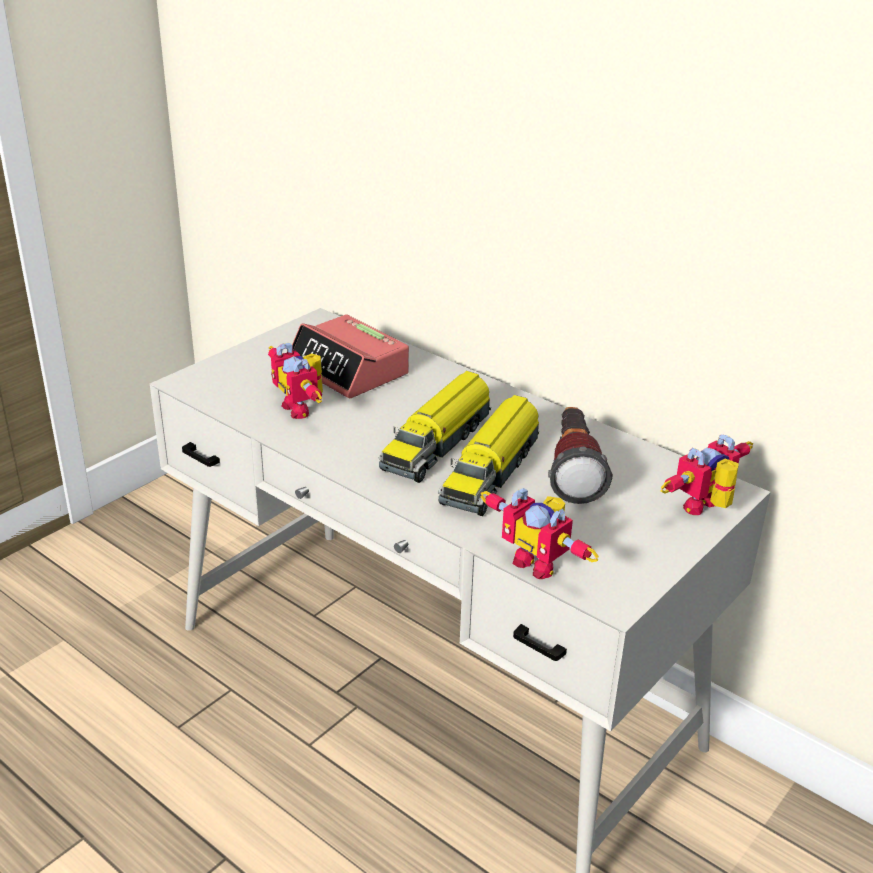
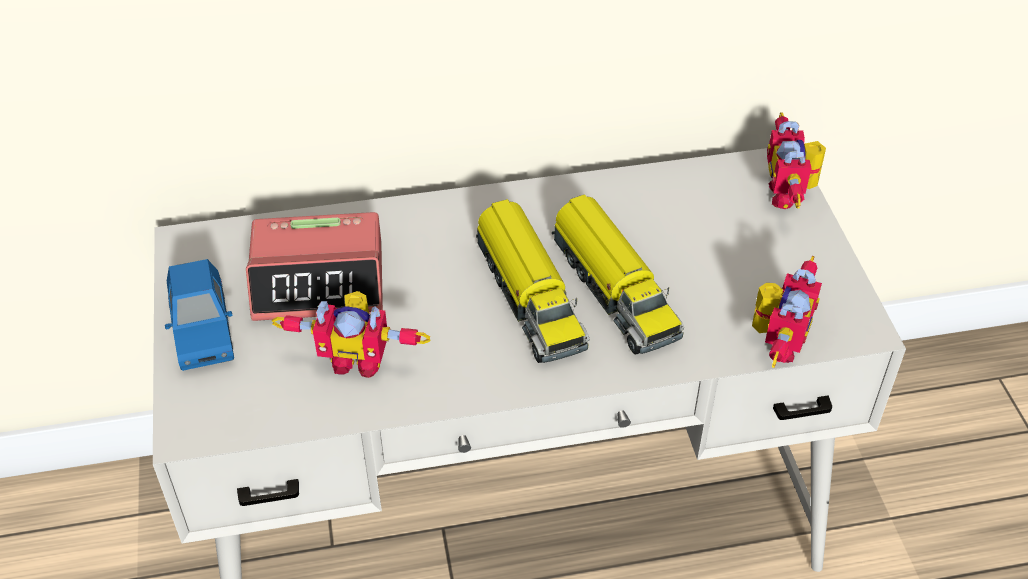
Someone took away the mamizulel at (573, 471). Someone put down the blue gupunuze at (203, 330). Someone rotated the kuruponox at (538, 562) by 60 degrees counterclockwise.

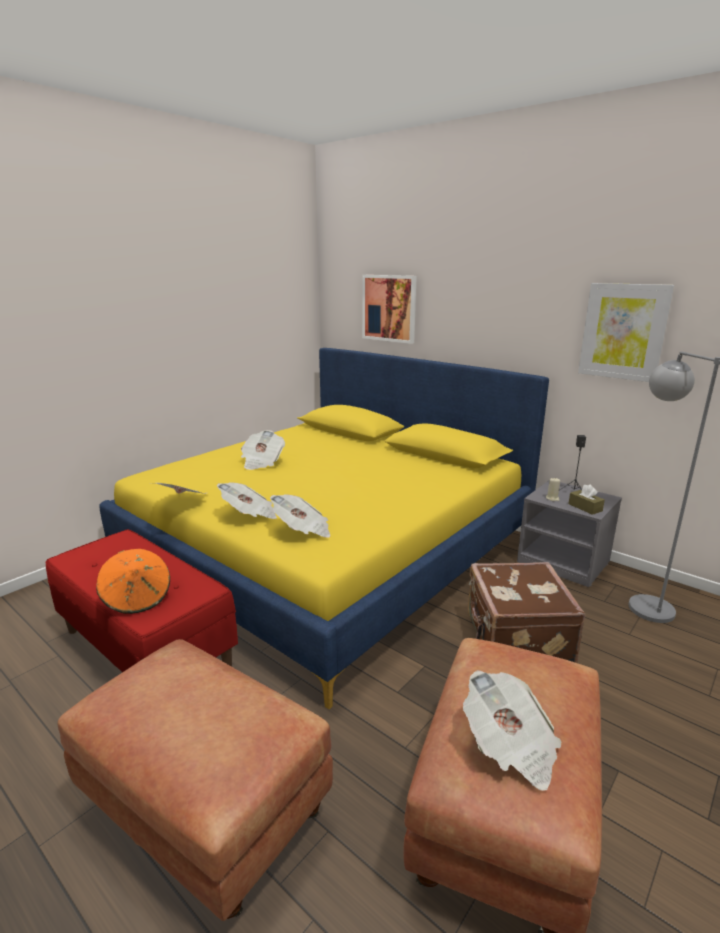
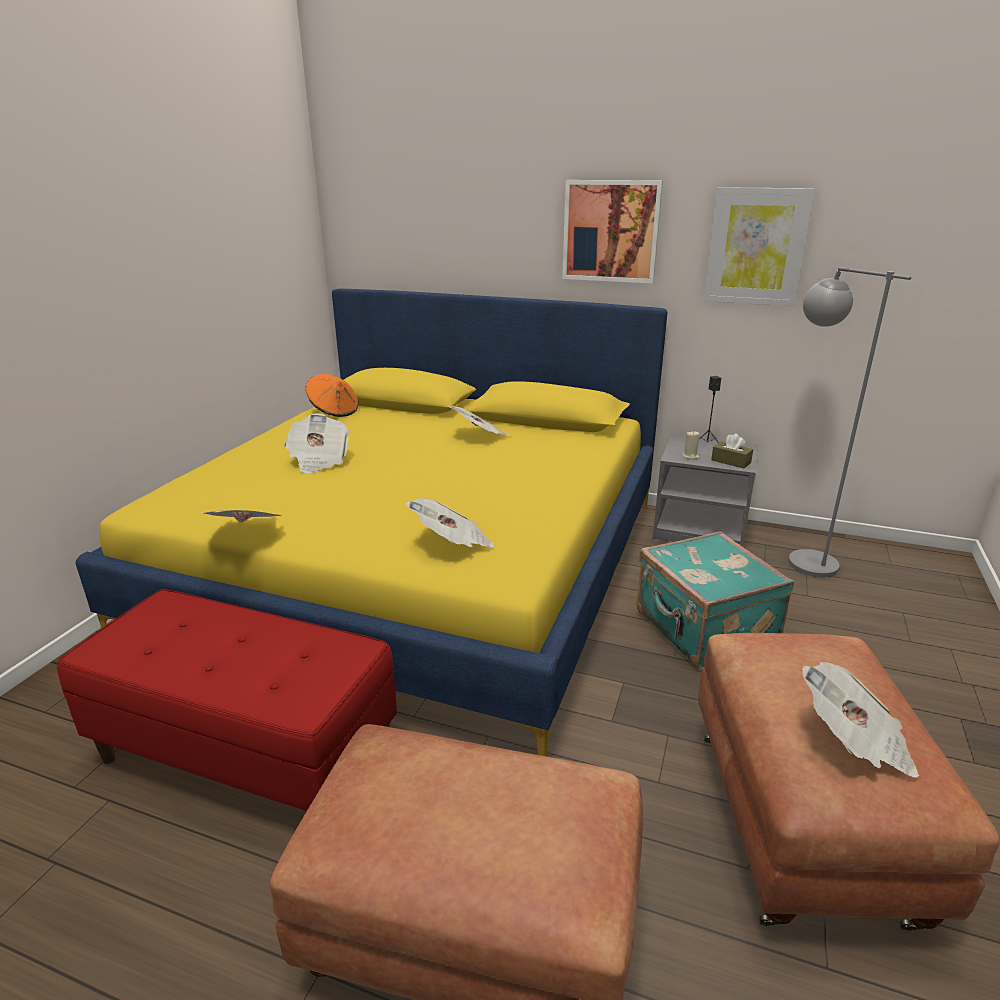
Someone carried the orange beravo from (137, 598) to (334, 411). Someone carried the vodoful from (249, 514) to (480, 436). Someone carried the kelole from (389, 308) to (611, 231). Someone repainted the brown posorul at (515, 642), which became the turquoise posorul at (703, 630).

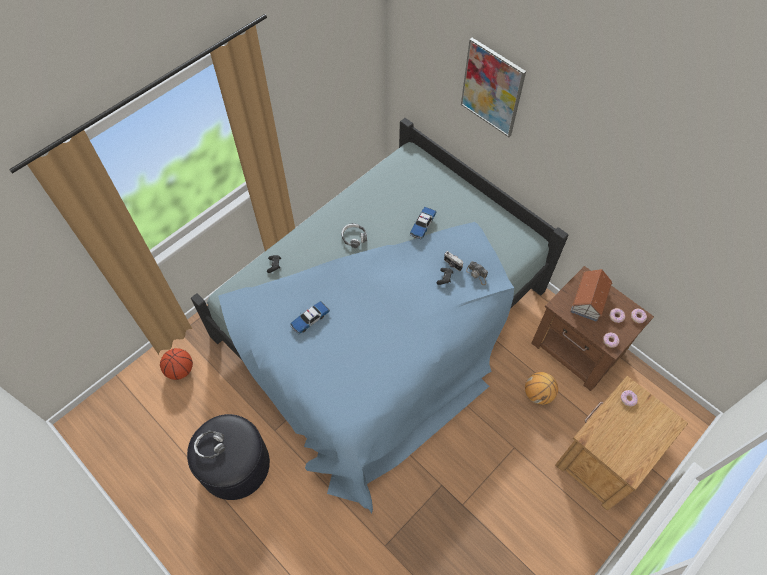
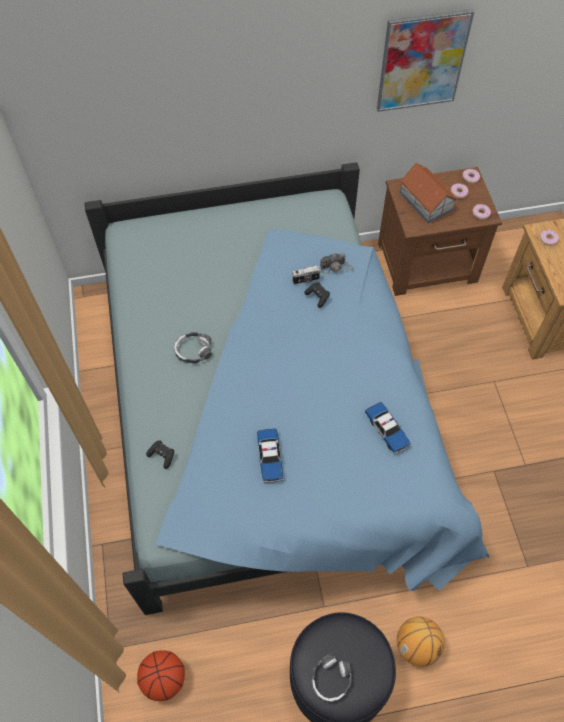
Someone carried the gupunuze from (422, 225) to (387, 430). Someone carried the kelole from (492, 88) to (422, 61). Someone carried the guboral from (538, 394) to (417, 645).

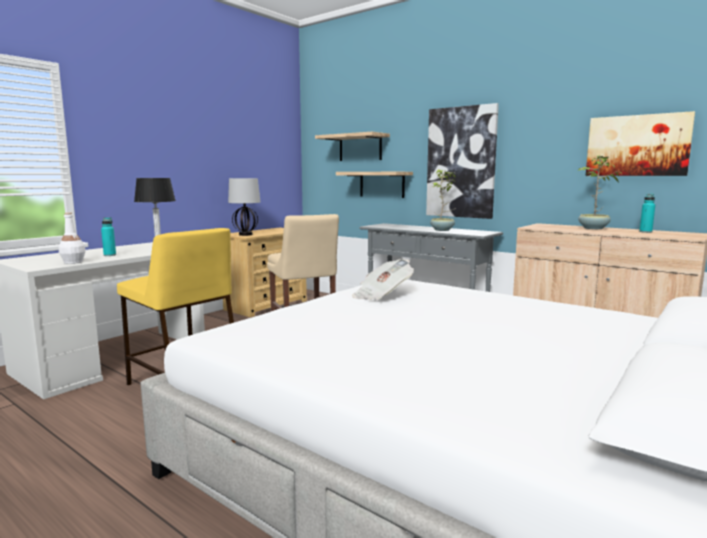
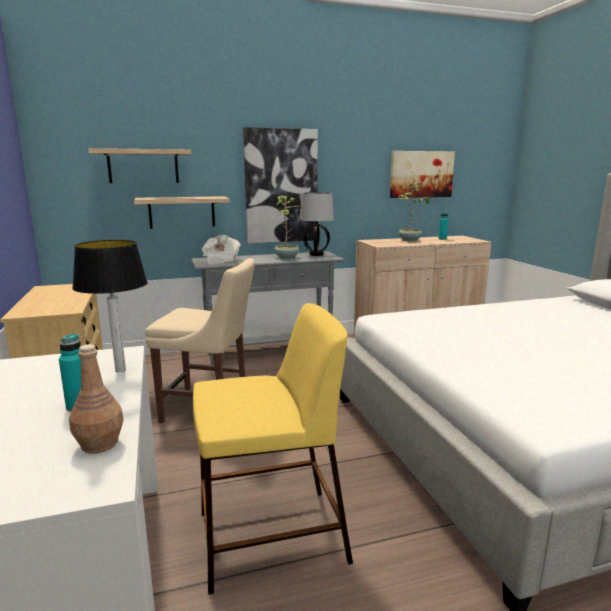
Someone carried the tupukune from (245, 234) to (317, 254). Someone carried the vodoful from (381, 295) to (220, 260). Someone repainted the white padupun at (73, 262), which became the brown padupun at (100, 444).

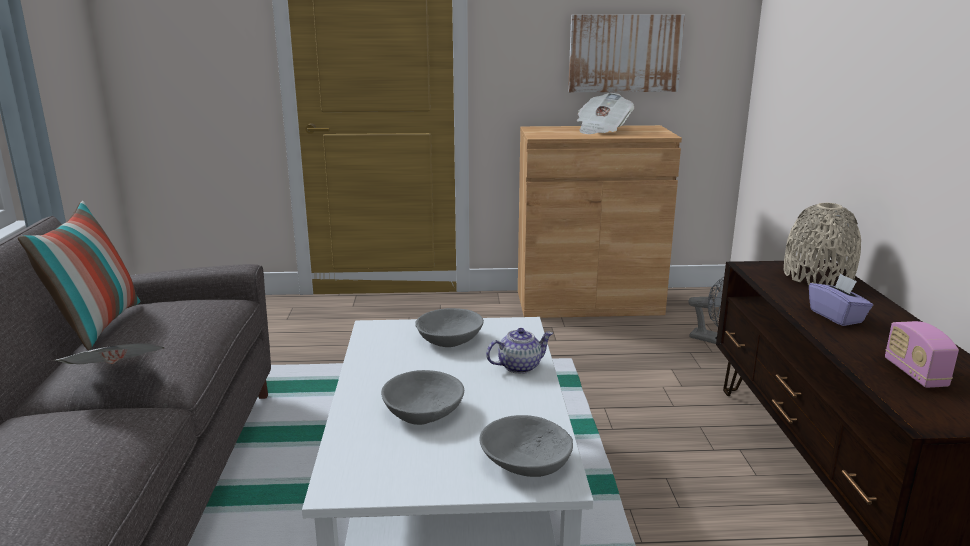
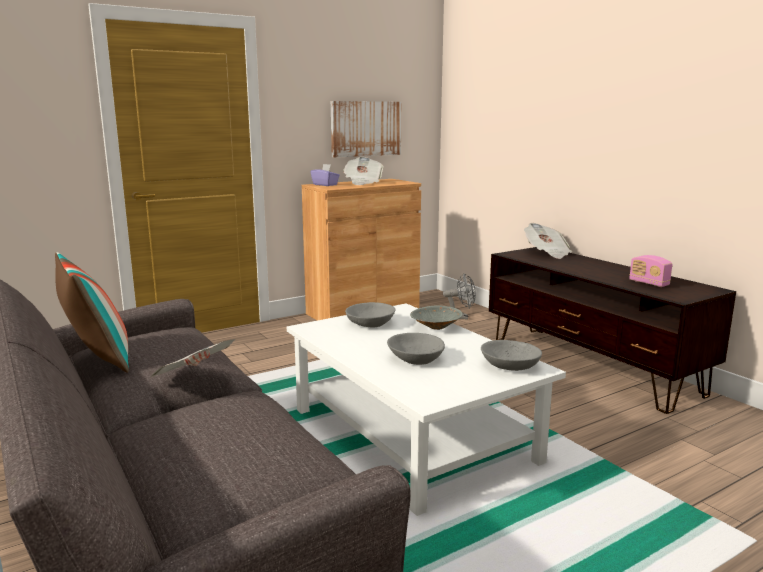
Someone carried the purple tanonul from (836, 316) to (325, 185). Someone swapped the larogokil at (519, 366) for the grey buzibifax at (435, 327). Someone swapped the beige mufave at (818, 276) for the vodoful at (547, 253).

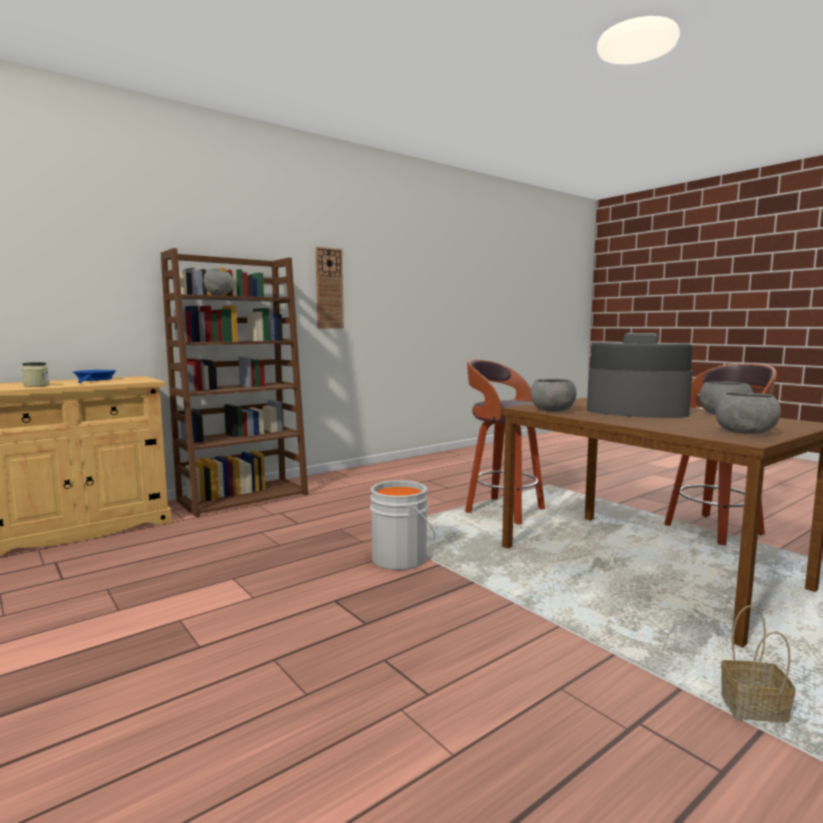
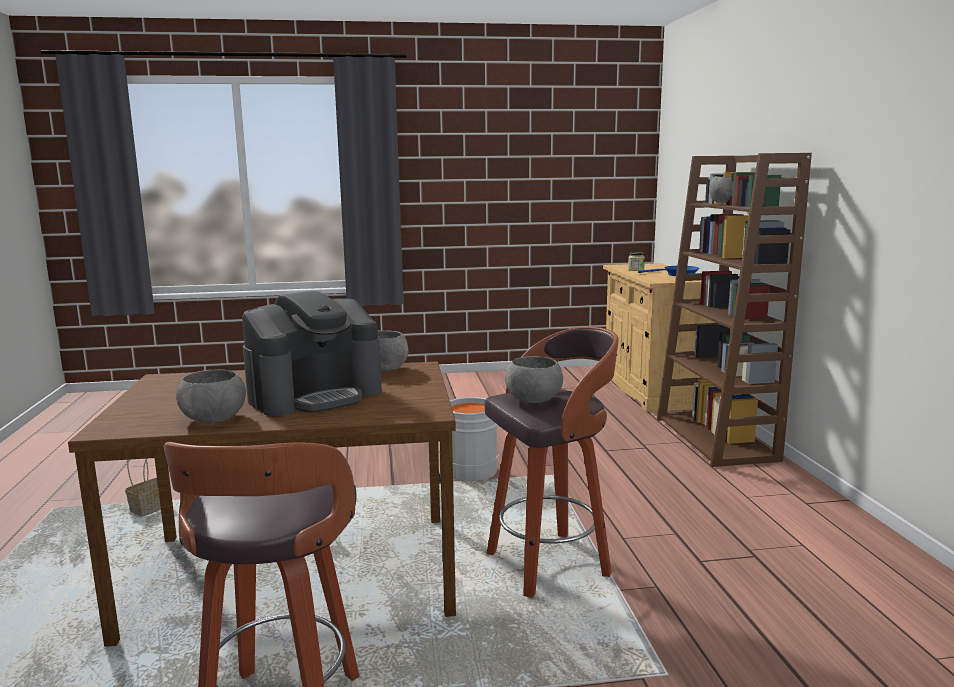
Someone took away the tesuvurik at (329, 288). Someone carried the grey buzibifax from (745, 433) to (533, 399).

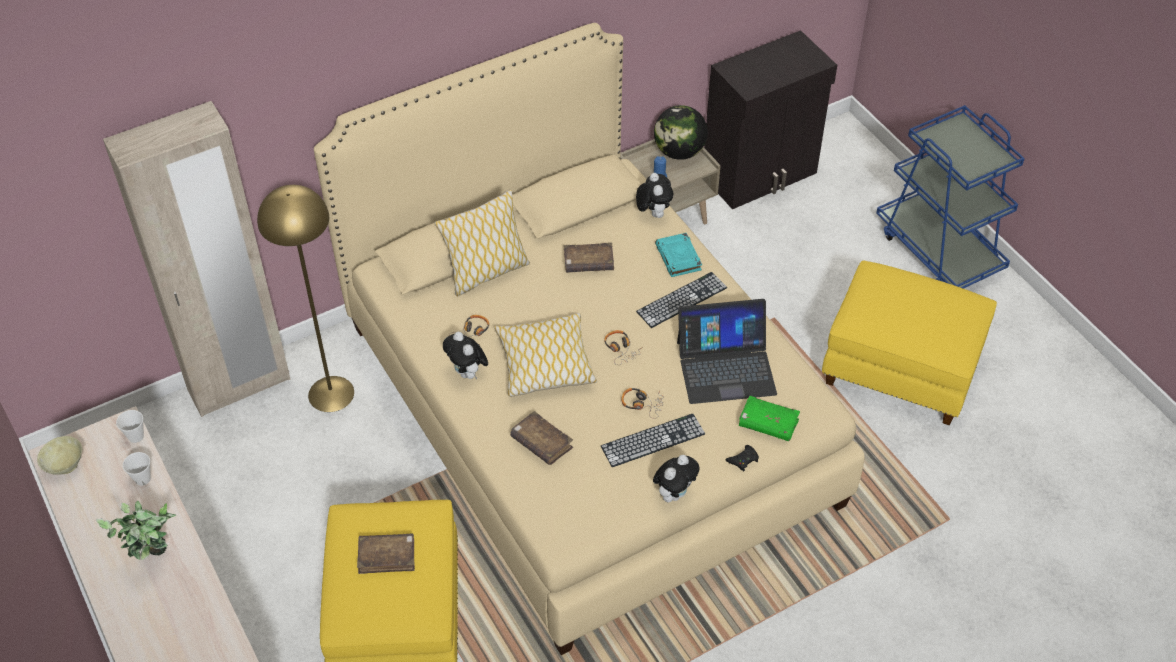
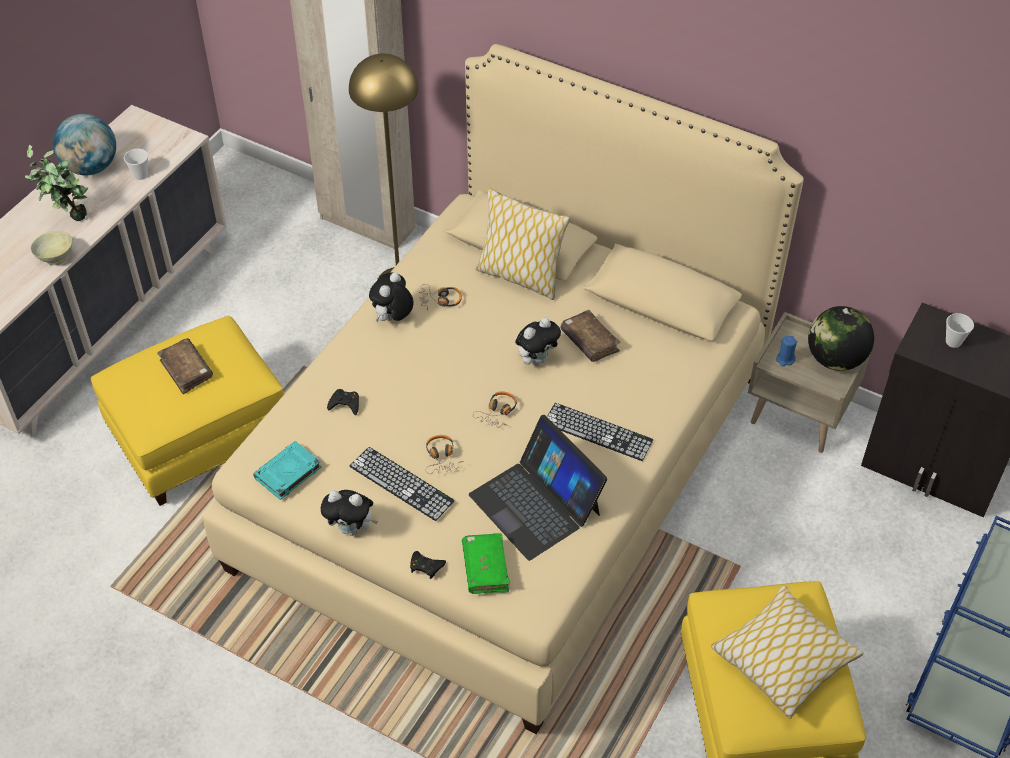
Someone put down the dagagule at (91, 167). Someone carried the beige buzibifax from (64, 465) to (56, 257). Someone carried the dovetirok from (136, 436) to (953, 342). Someone carried the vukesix from (545, 363) to (783, 658). Someone carried the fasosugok from (653, 213) to (537, 359). Someone carried the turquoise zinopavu from (678, 258) to (287, 473). Someone swapped the brown zinopavu at (541, 443) for the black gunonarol at (345, 404).

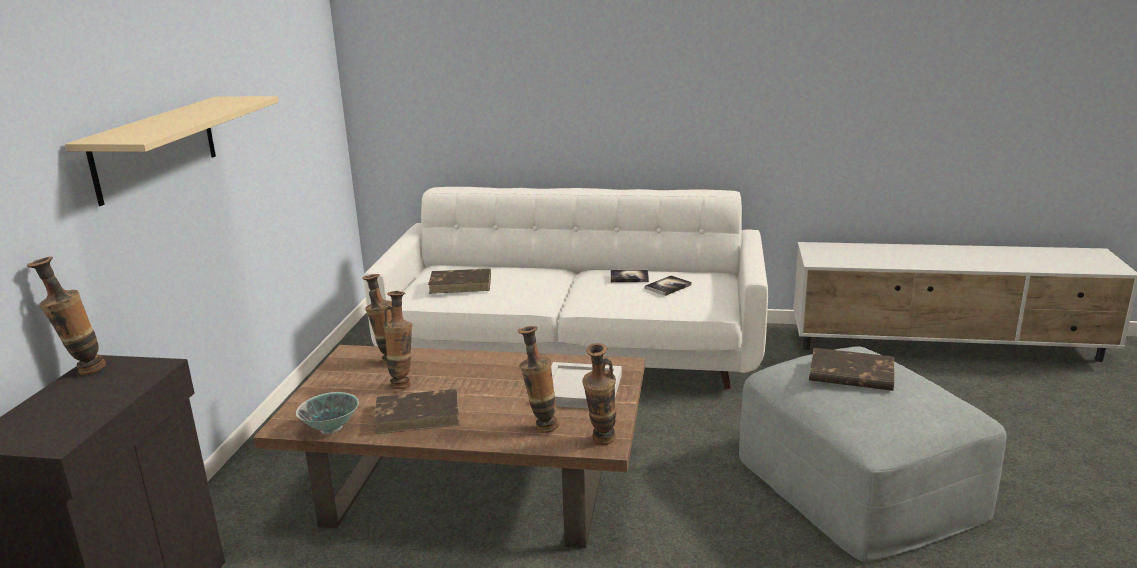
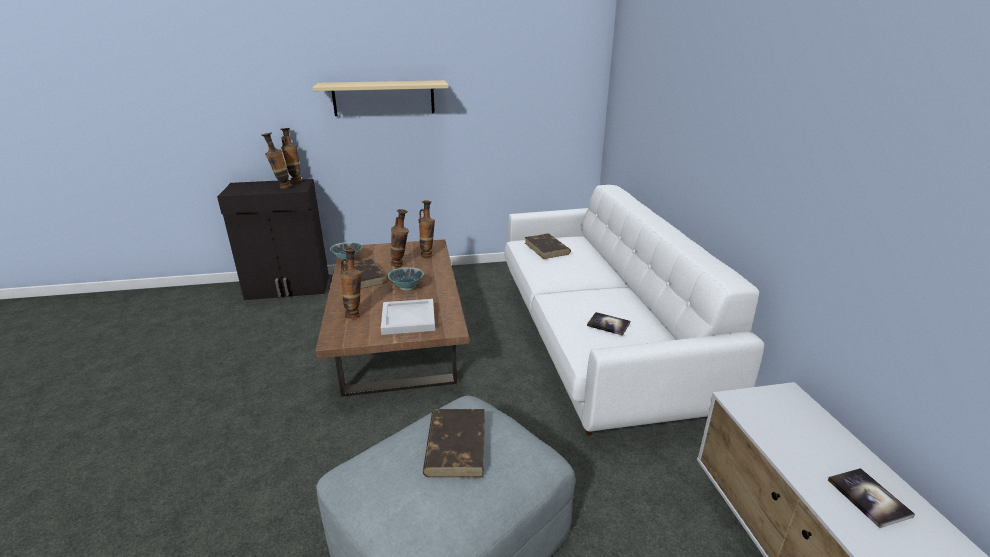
Someone put down the buzibifax at (406, 288). Someone carried the mufave from (601, 443) to (281, 187). Someone carried the zinopavu from (629, 277) to (868, 498).

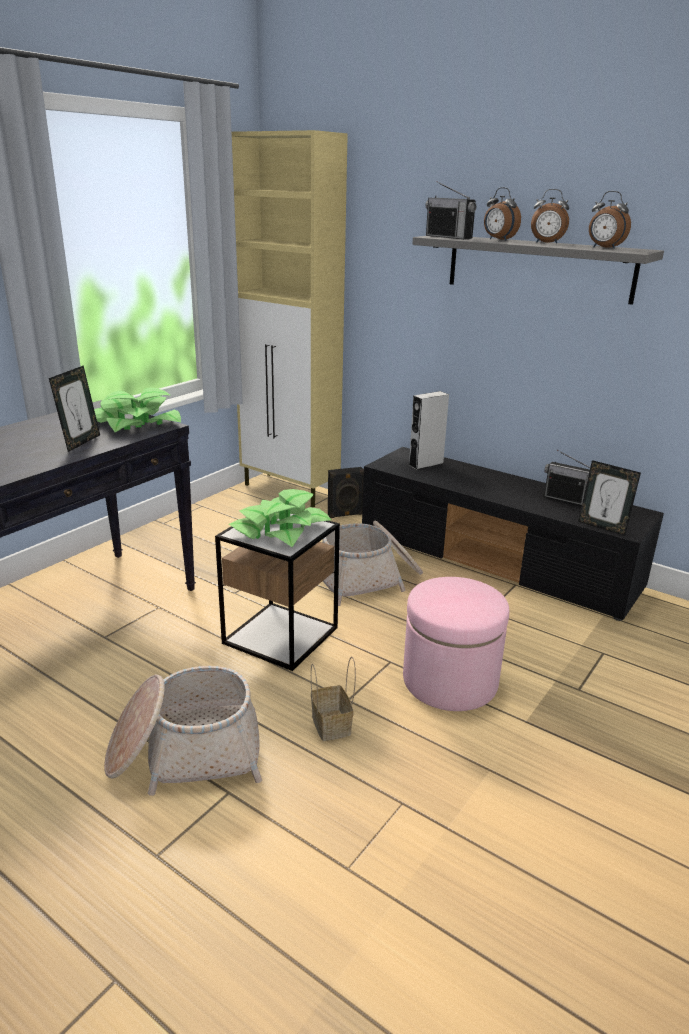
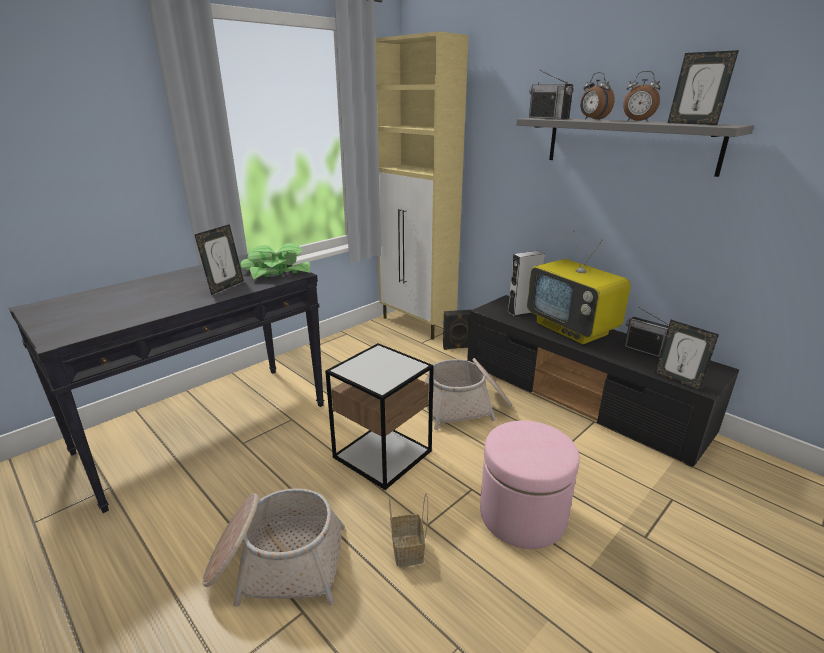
Someone took away the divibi at (280, 531). Someone put down the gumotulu at (572, 329). Someone swapped the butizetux at (604, 248) for the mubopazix at (693, 123).

